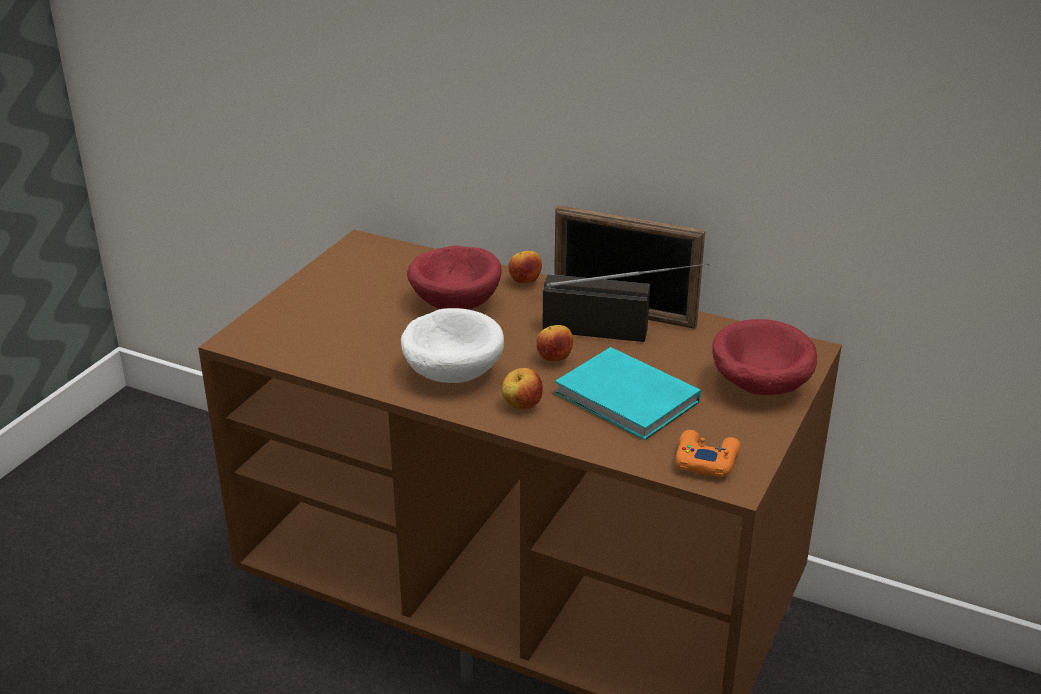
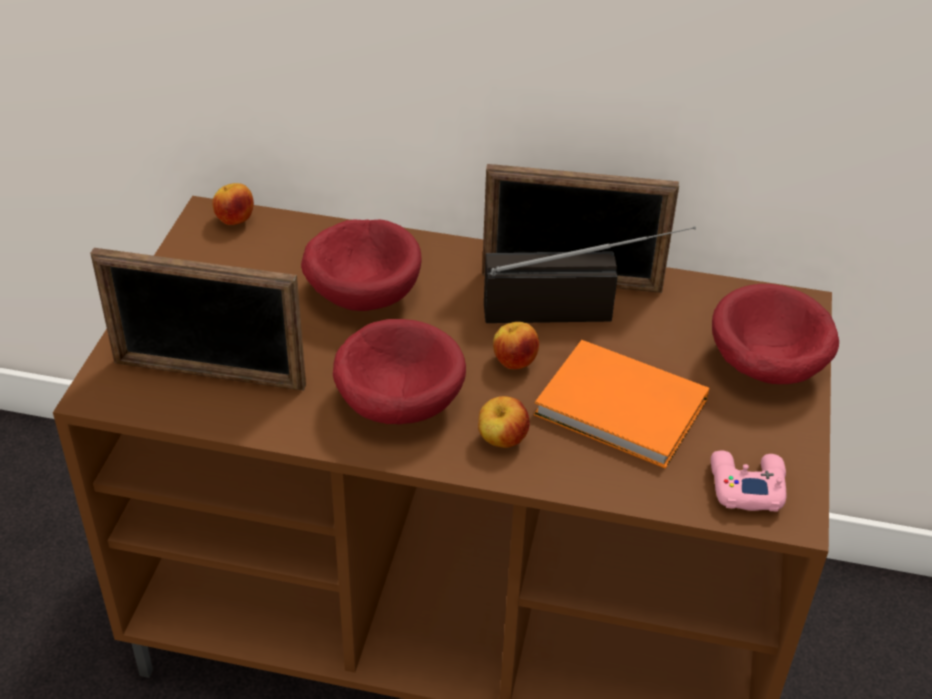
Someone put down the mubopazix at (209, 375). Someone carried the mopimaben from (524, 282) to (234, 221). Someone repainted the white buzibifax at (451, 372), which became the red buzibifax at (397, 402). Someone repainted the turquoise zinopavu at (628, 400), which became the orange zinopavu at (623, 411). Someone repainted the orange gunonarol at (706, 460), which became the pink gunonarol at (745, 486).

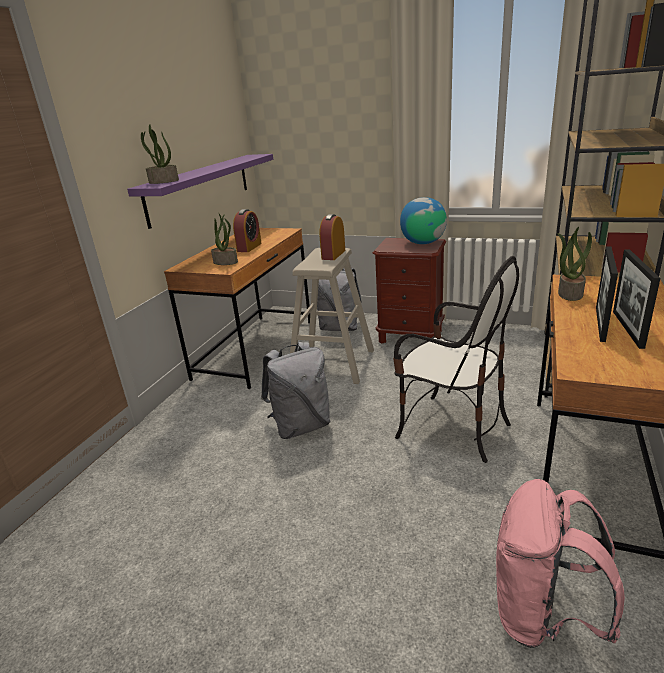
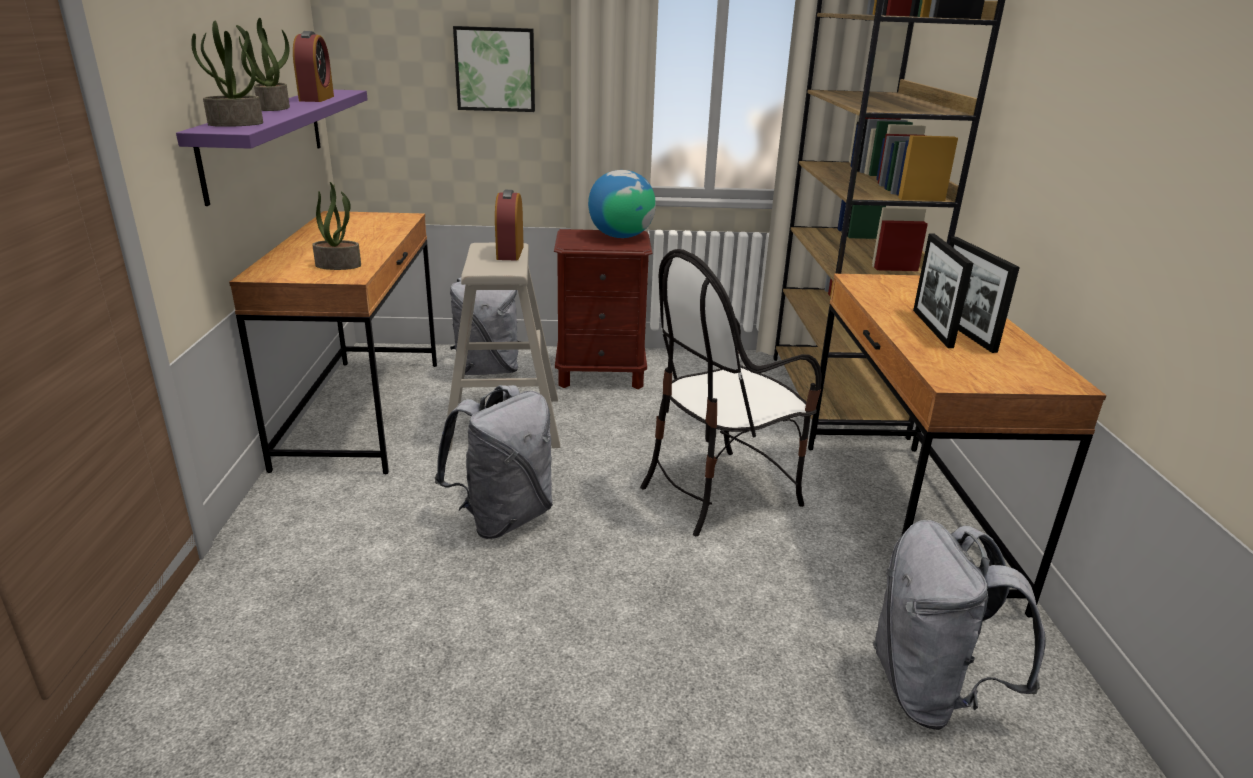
Someone put up the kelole at (495, 69). Someone carried the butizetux from (249, 247) to (316, 98). Someone carried the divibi from (569, 293) to (273, 108). Someone repainted the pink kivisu at (542, 615), which became the grey kivisu at (931, 692). Someone rotated the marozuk at (451, 429) by 135 degrees clockwise.

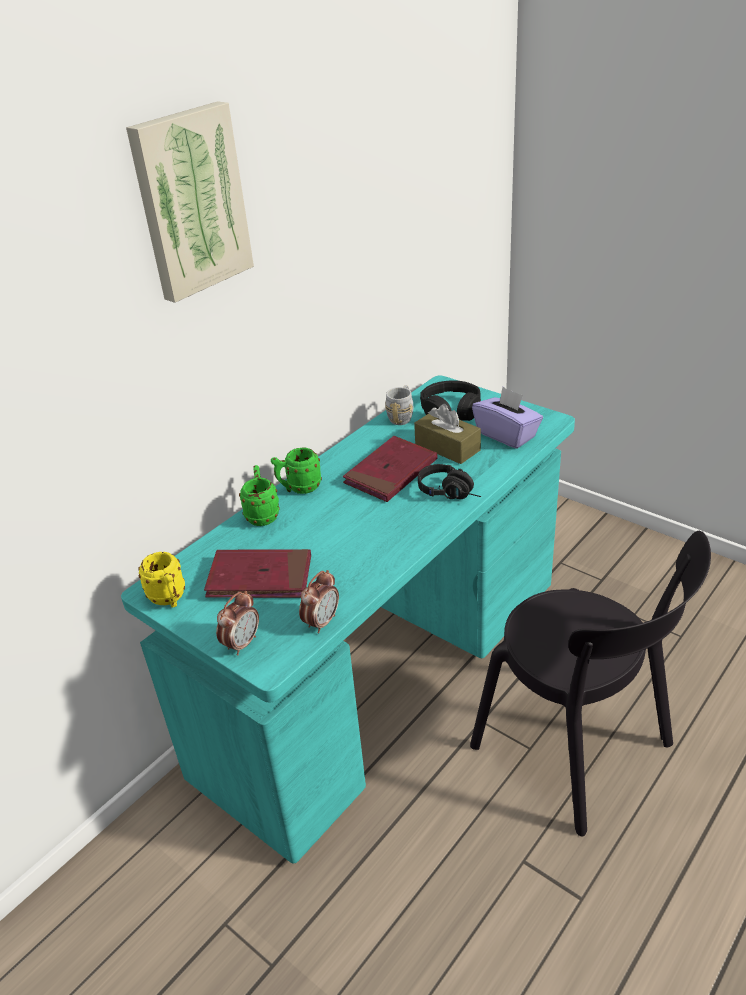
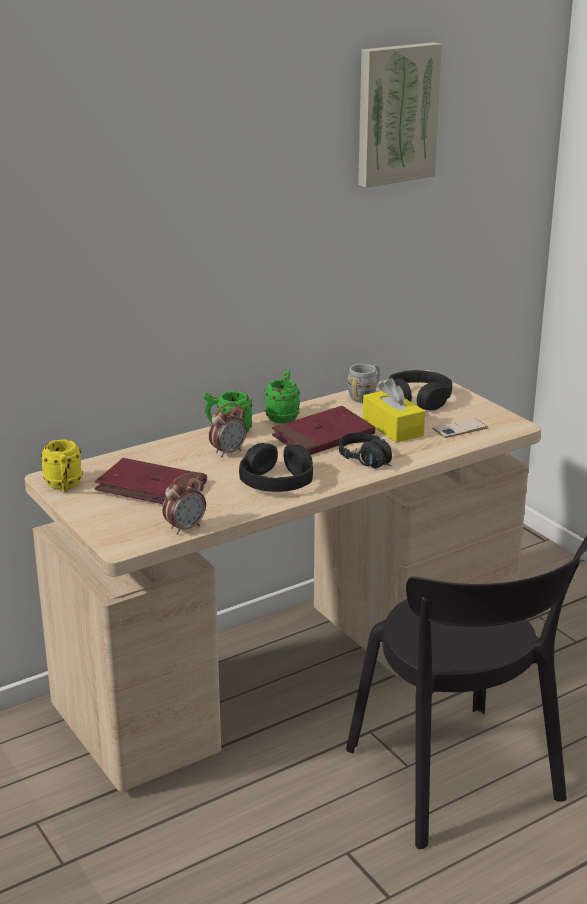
Someone put down the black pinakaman at (277, 481). Someone carried the kelole from (190, 202) to (395, 114). Someone carried the butizetux from (242, 643) to (228, 452). Someone carried the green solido from (262, 514) to (283, 416). Someone swapped the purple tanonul at (507, 435) for the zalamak at (460, 429). Someone repainted the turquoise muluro at (386, 676), which became the beige muluro at (292, 671). Someone repainted the brown tanonul at (447, 447), which became the yellow tanonul at (392, 427).

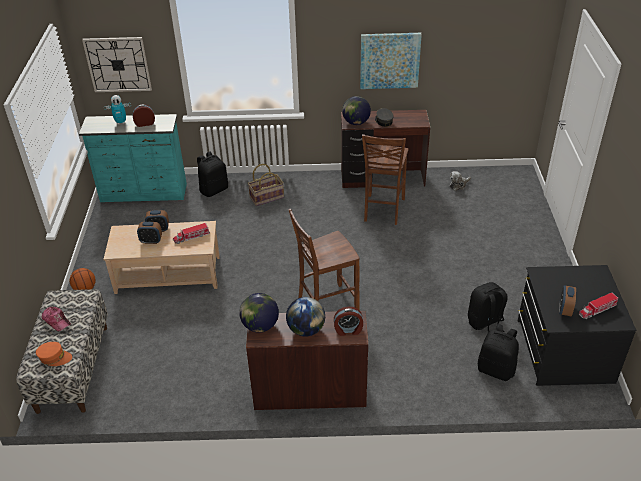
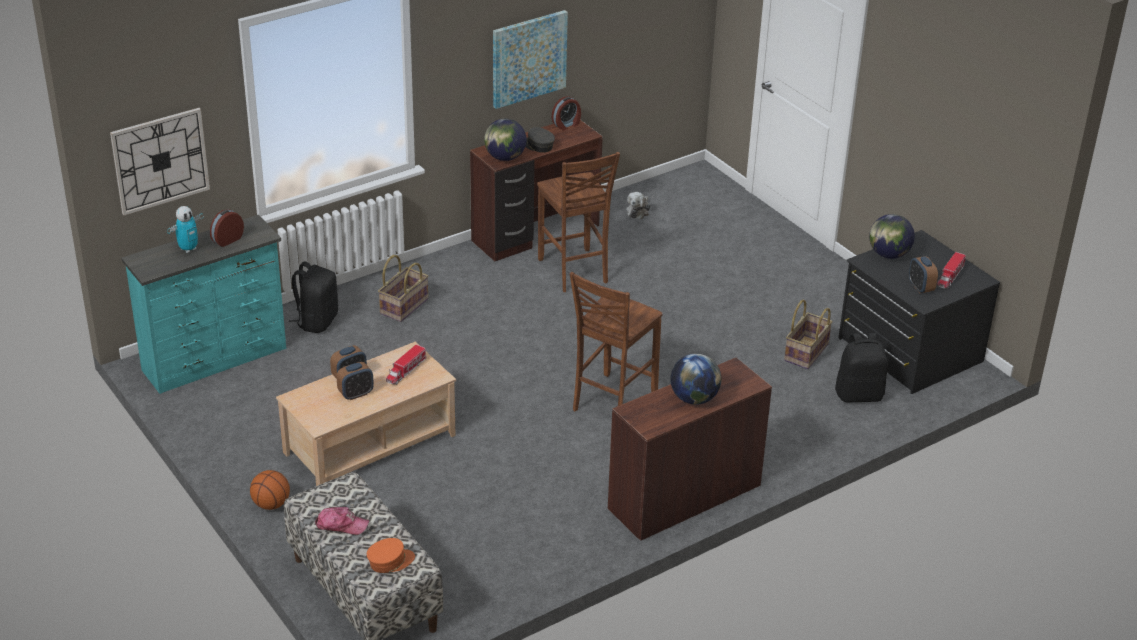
Someone carried the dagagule from (260, 325) to (888, 254). Someone carried the butizetux from (348, 330) to (566, 125). Someone swapped the black kivisu at (485, 322) for the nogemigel at (807, 353).

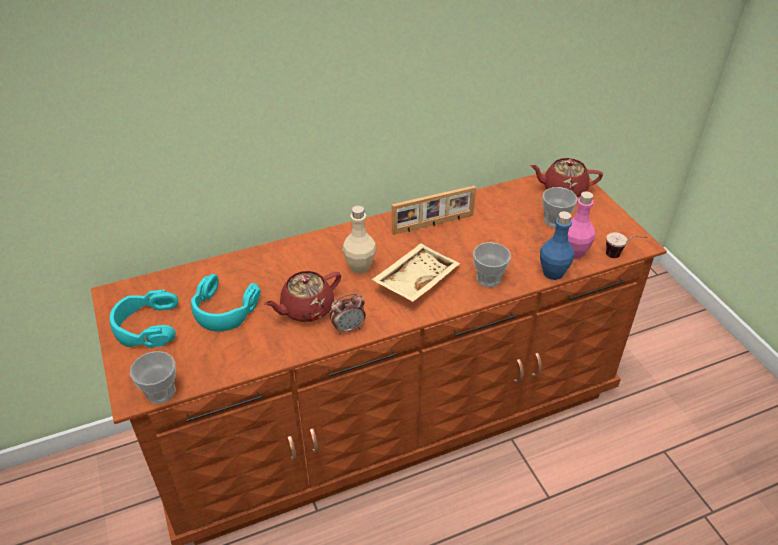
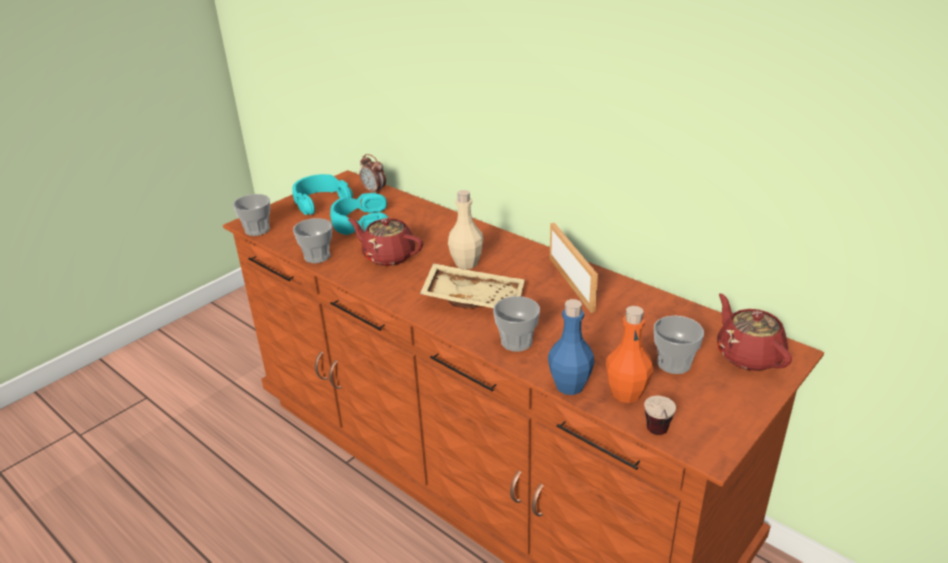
Someone put down the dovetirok at (317, 256). Someone carried the butizetux from (348, 328) to (374, 191). Someone repainted the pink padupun at (574, 252), which became the orange padupun at (626, 393). Someone rotated the mubopazix at (433, 224) by 150 degrees counterclockwise.

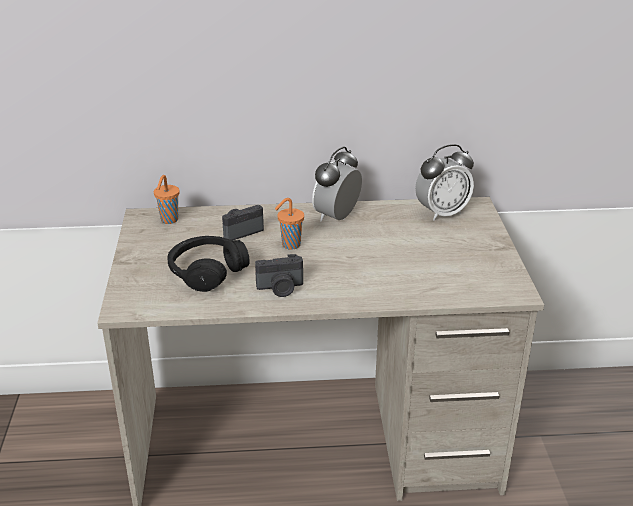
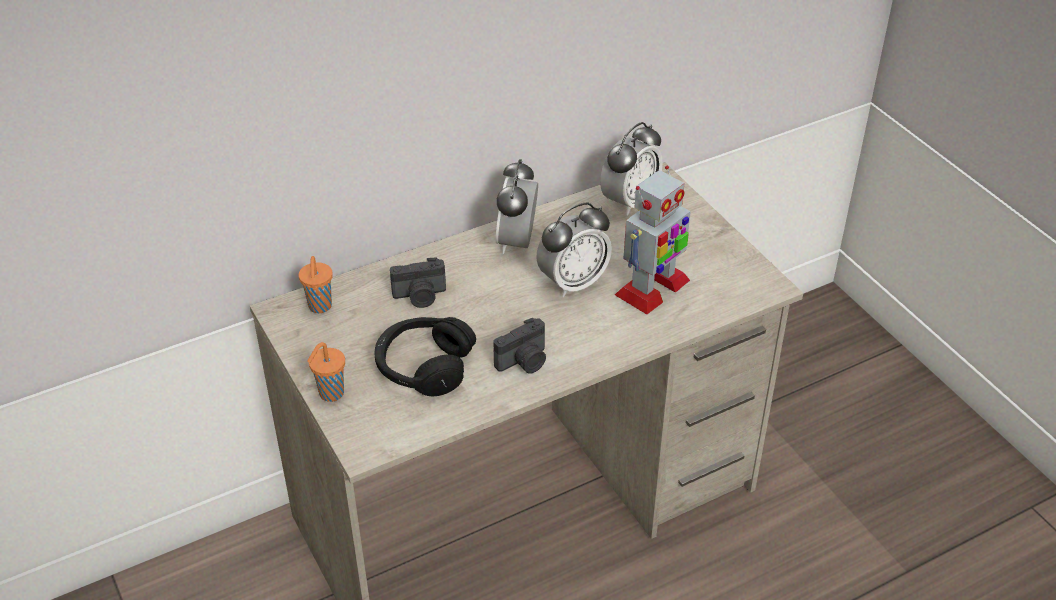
Someone put down the butizetux at (573, 282). Someone put down the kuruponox at (652, 288). Someone carried the orange dovetirok from (290, 245) to (330, 394). Someone rotated the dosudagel at (240, 231) by 135 degrees counterclockwise.

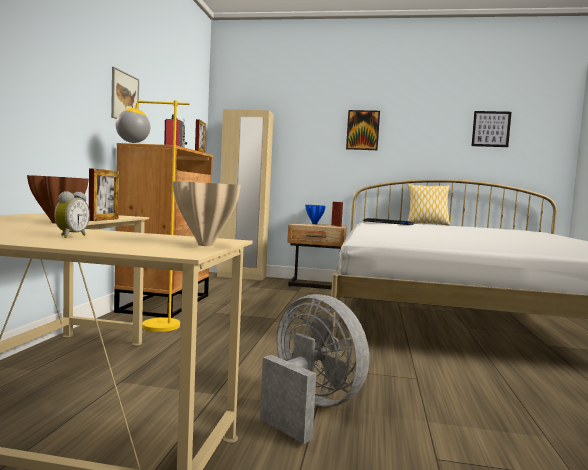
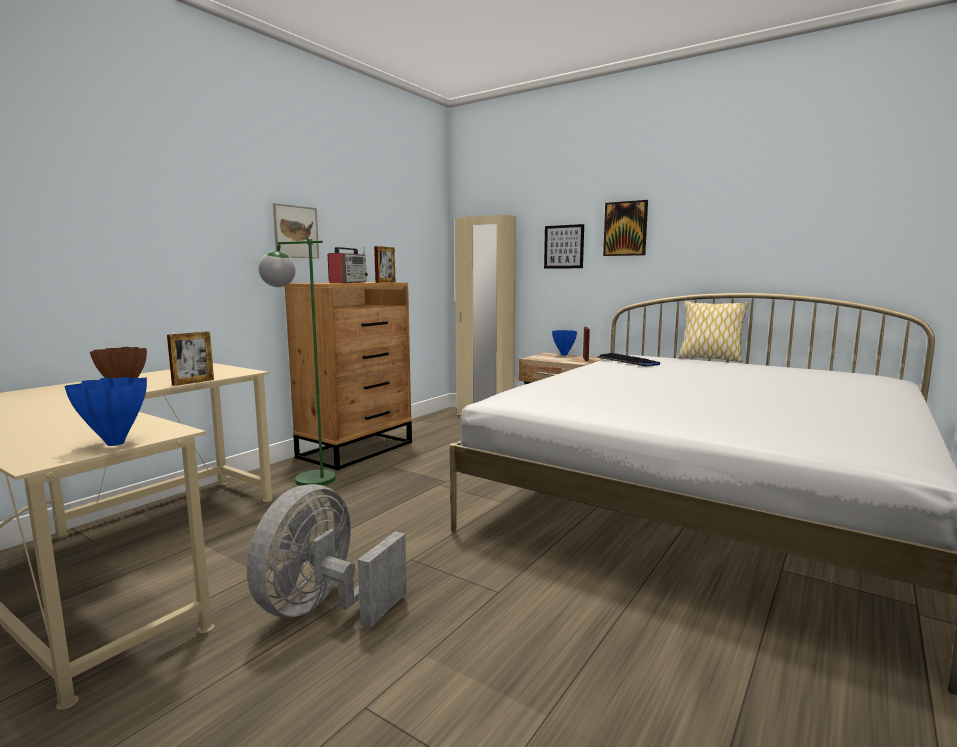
Someone took away the butizetux at (70, 236). Someone carried the kelole from (491, 129) to (564, 246). Someone repainted the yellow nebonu at (147, 325), which became the green nebonu at (304, 477). Someone repainted the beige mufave at (204, 245), which became the blue mufave at (115, 443). Someone rotated the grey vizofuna at (309, 408) by 135 degrees counterclockwise.

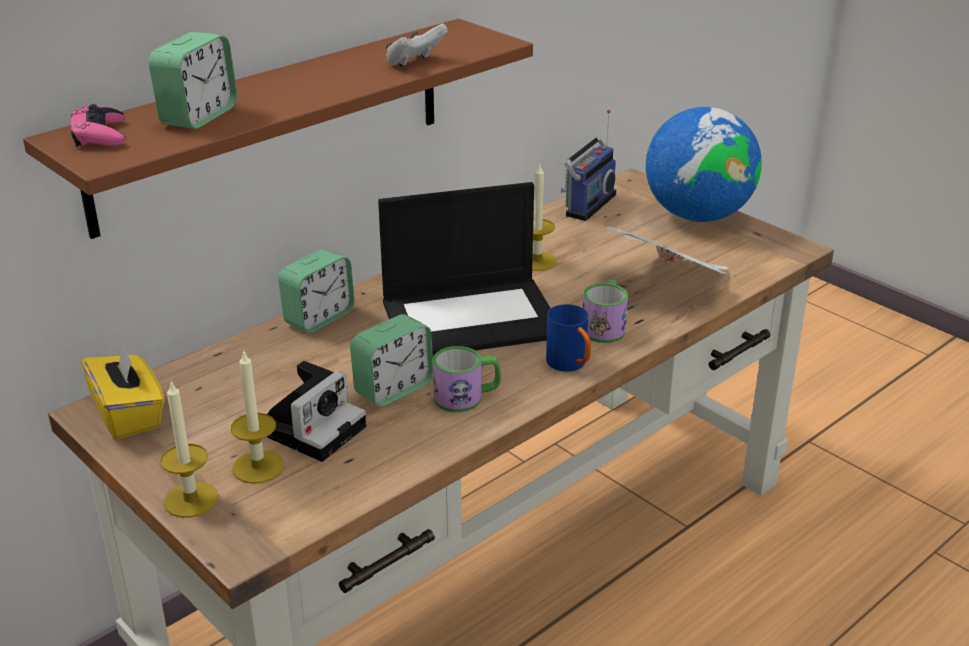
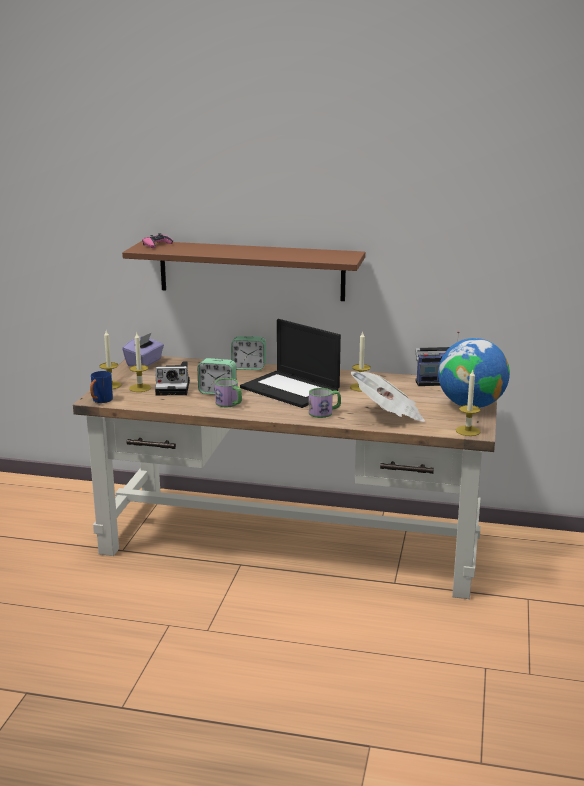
Someone took away the butizetux at (198, 116). Someone took away the white gunonarol at (415, 62). Someone put down the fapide at (468, 431). Someone carried the blue solido from (571, 365) to (100, 401). Someone repainted the yellow tanonul at (129, 415), which became the purple tanonul at (144, 363).

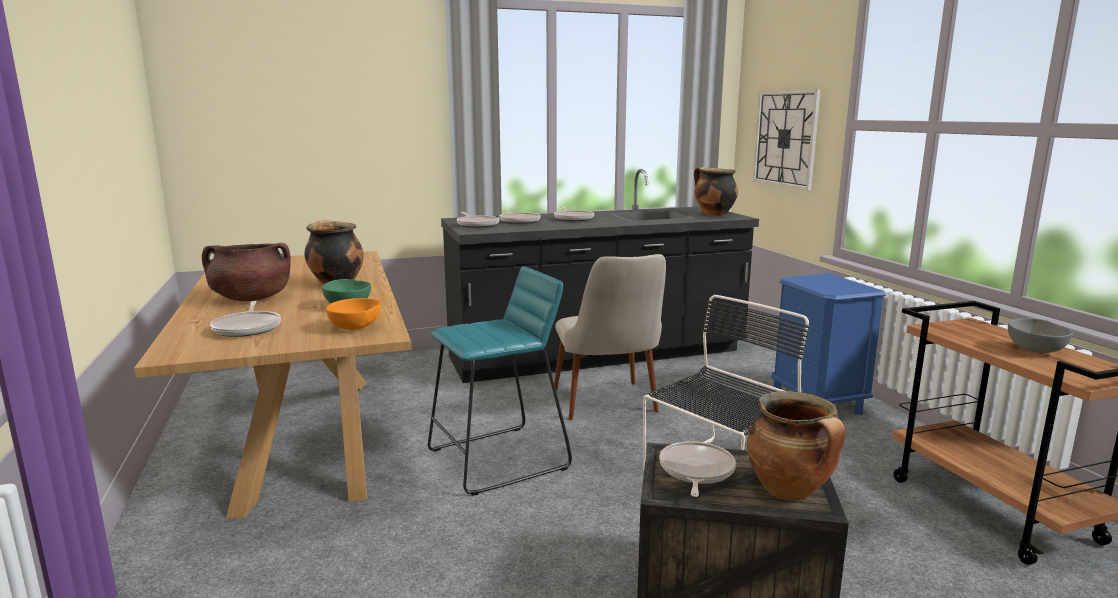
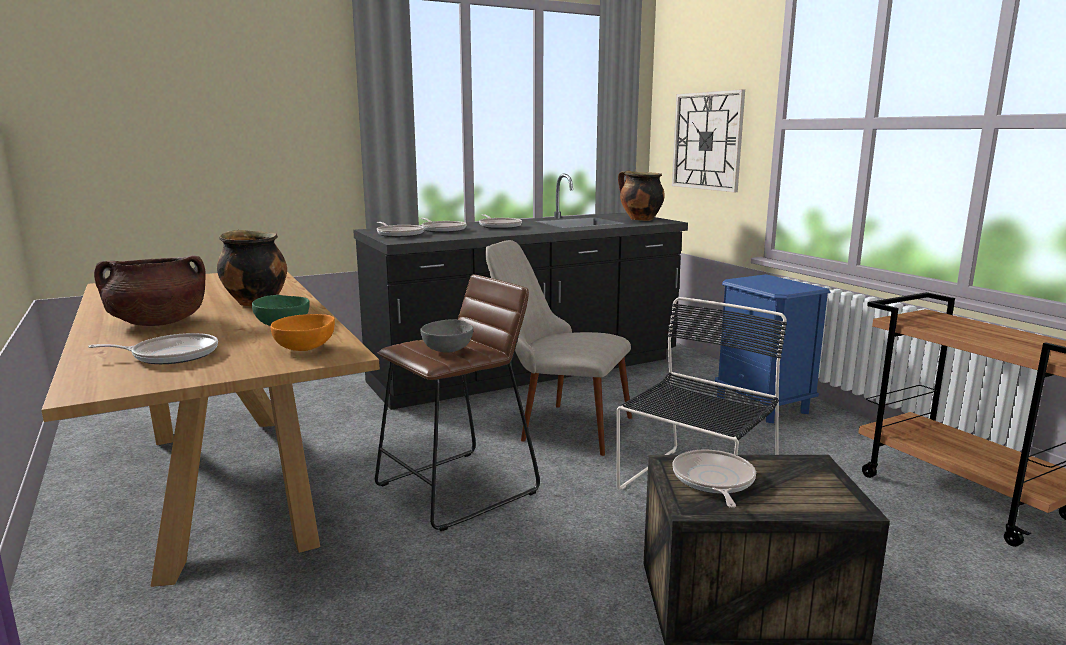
Someone took away the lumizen at (790, 491). Someone carried the grey buzibifax from (1036, 350) to (449, 350). Someone repainted the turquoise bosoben at (499, 459), which became the brown bosoben at (458, 489). Someone rotated the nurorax at (248, 328) by 75 degrees counterclockwise. Someone rotated the beige marozuk at (609, 408) by 135 degrees clockwise.

